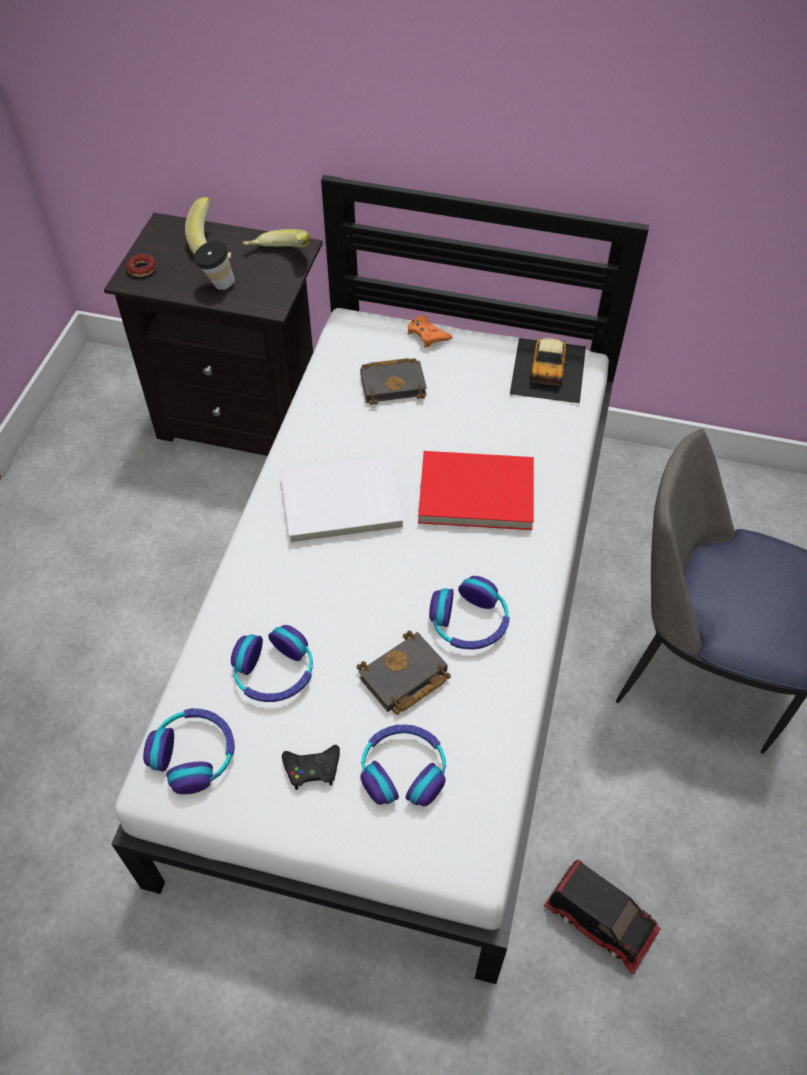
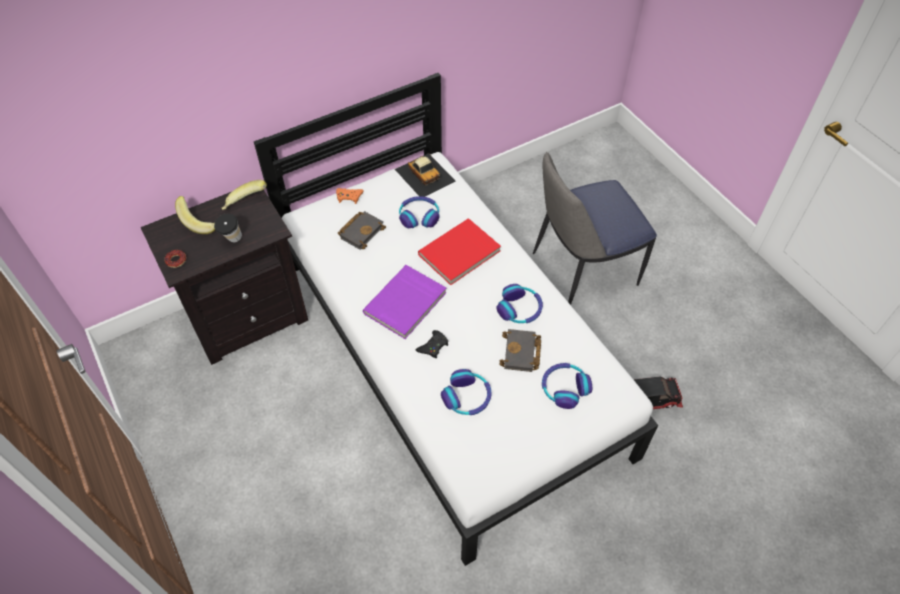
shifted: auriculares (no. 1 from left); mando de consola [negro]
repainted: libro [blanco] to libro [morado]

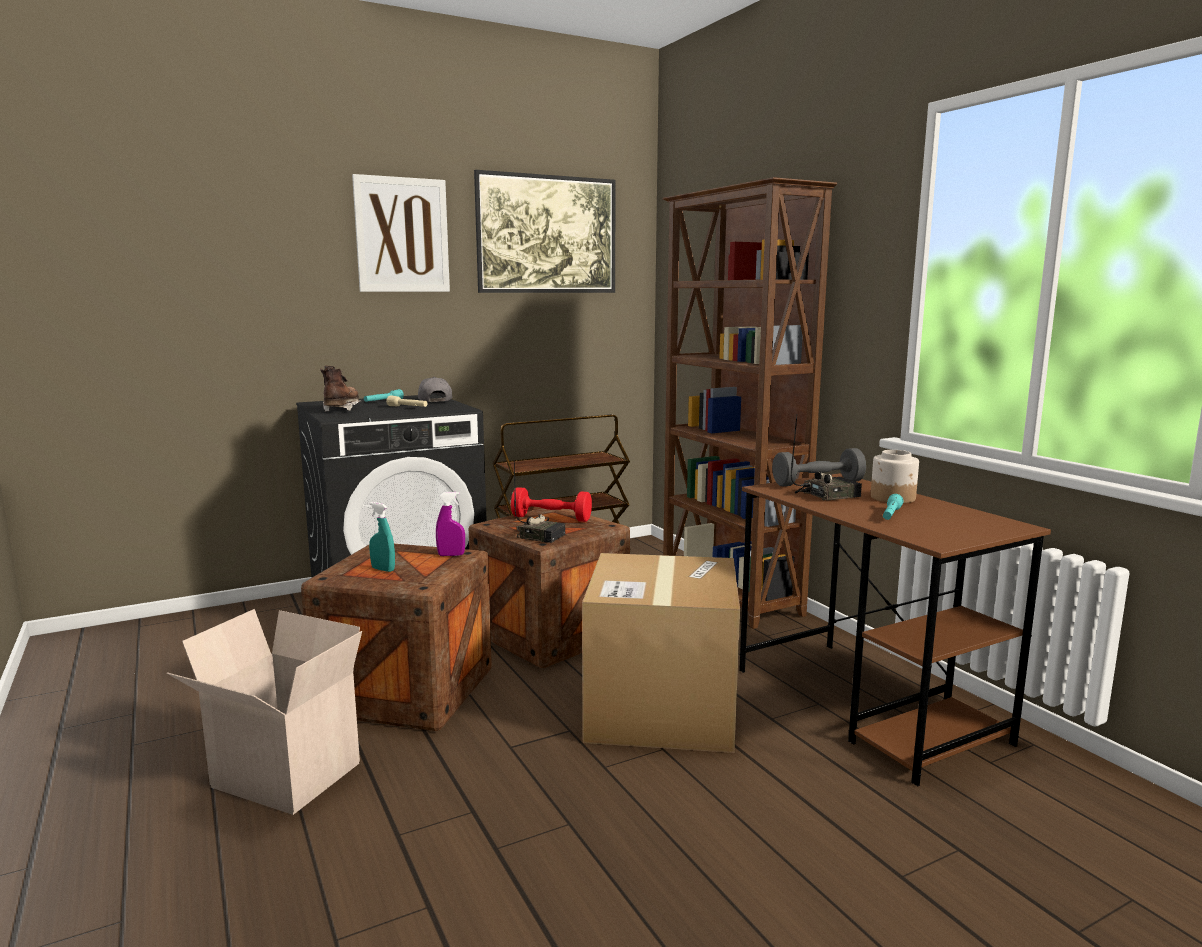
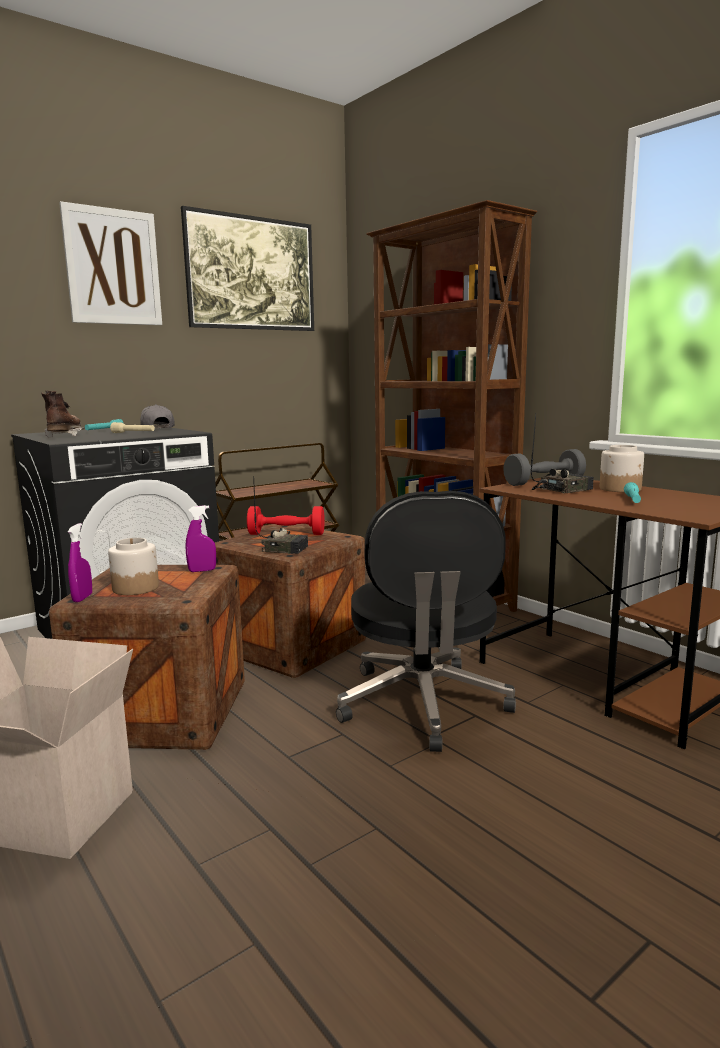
new: pulverizador [morado] (no. 1 from left)
swapped: pulverizador [turquesa] to tarro (no. 1 from left); caja de cartón (no. 2 from left) to silla de oficina [negro]

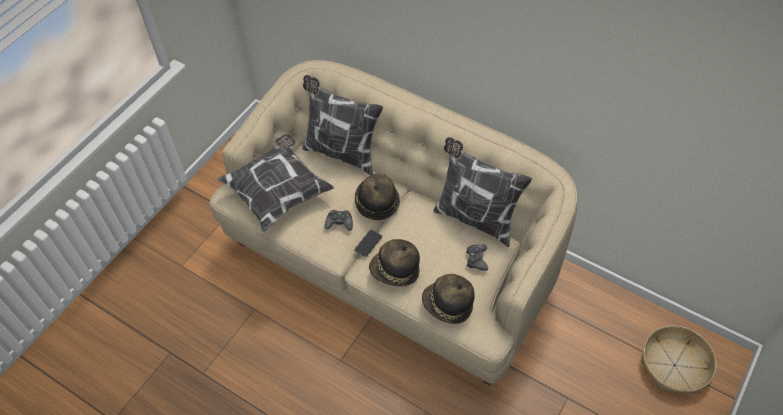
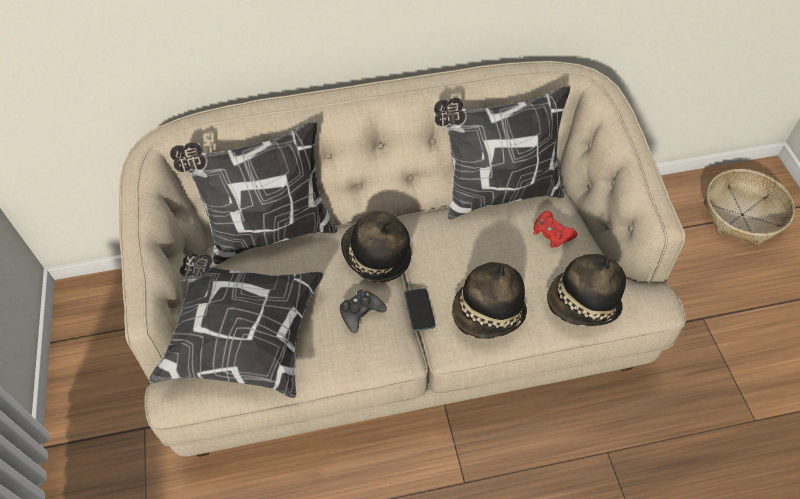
repainted: mando de consola [negro] (no. 2 from left) to mando de consola [rojo]

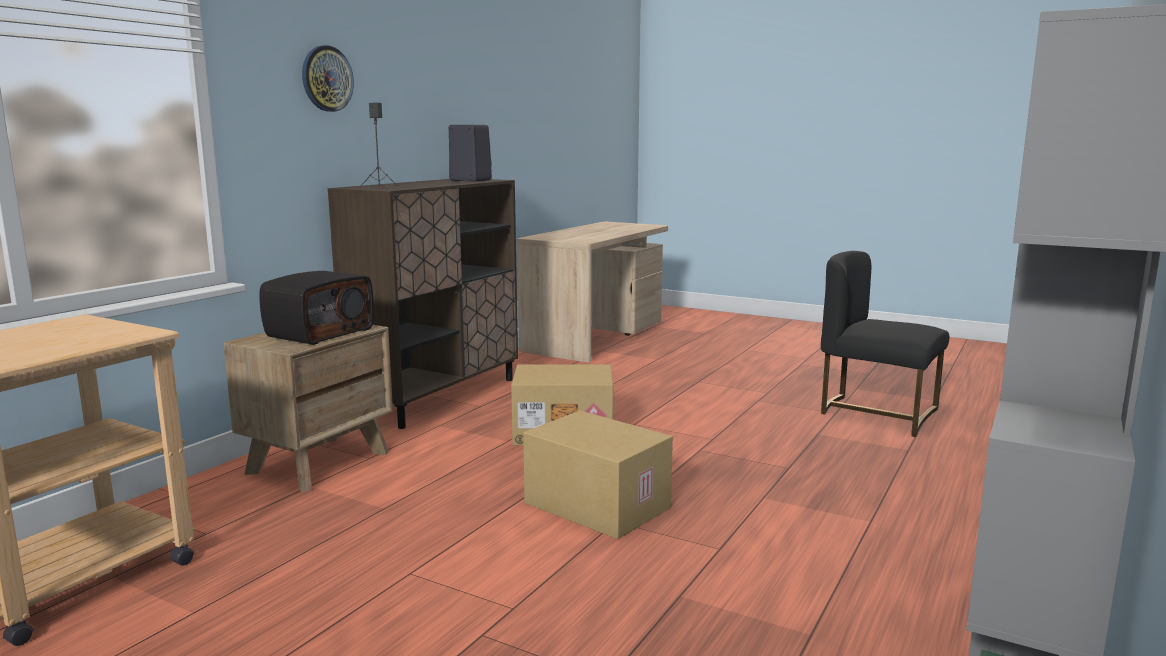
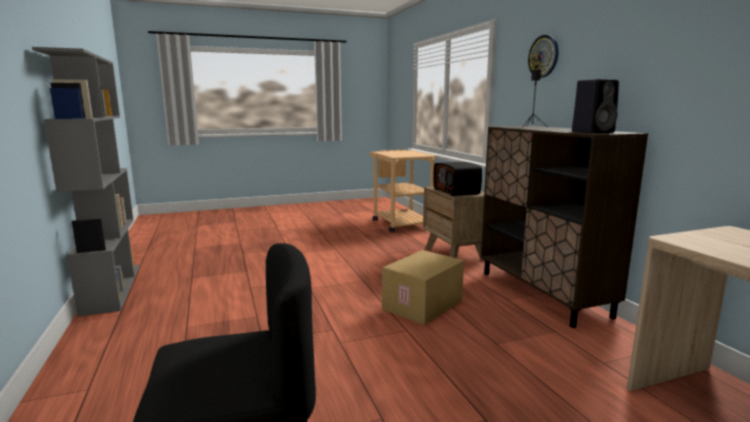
gone: caja de cartón (no. 2 from left)

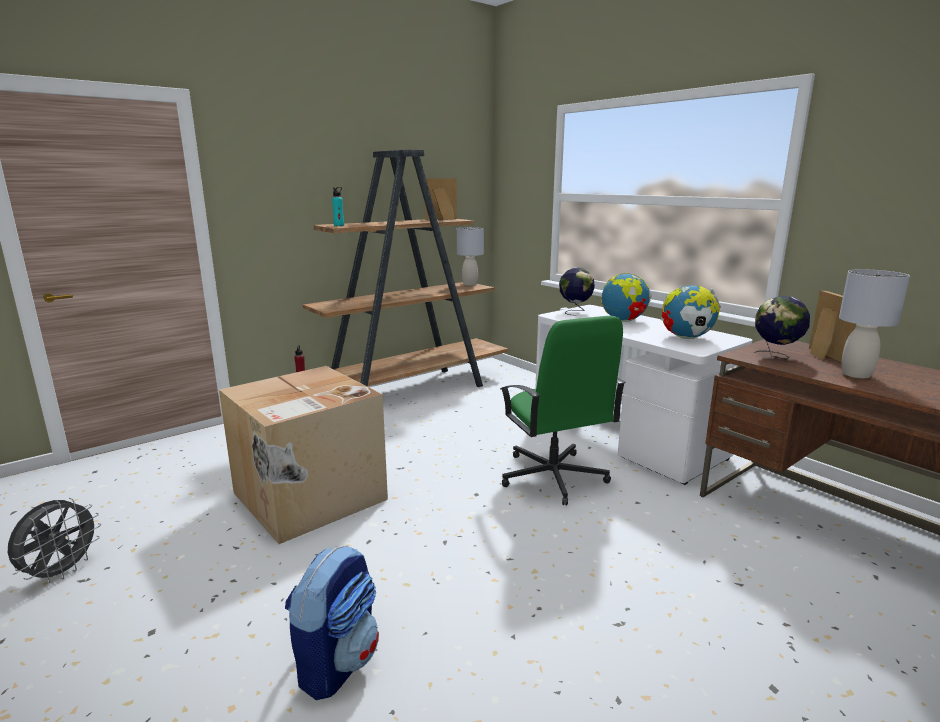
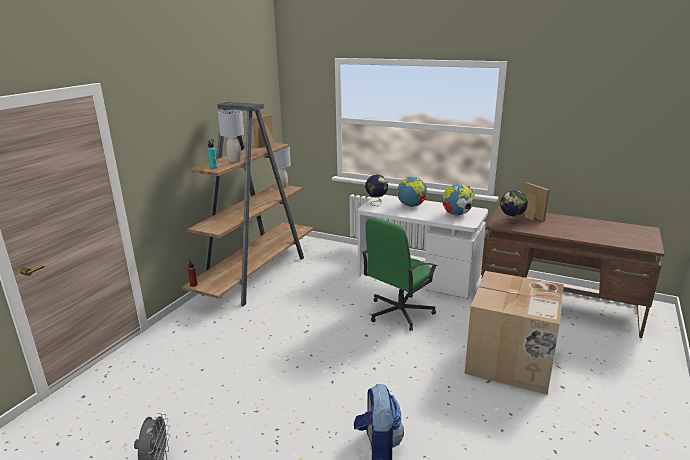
shifted: lámpara de mesa [gris] (no. 2 from left in the first image) to lámpara de mesa [gris] (no. 1 from left); caja de cartón
rotated: silla de oficina [verde] 90 degrees clockwise

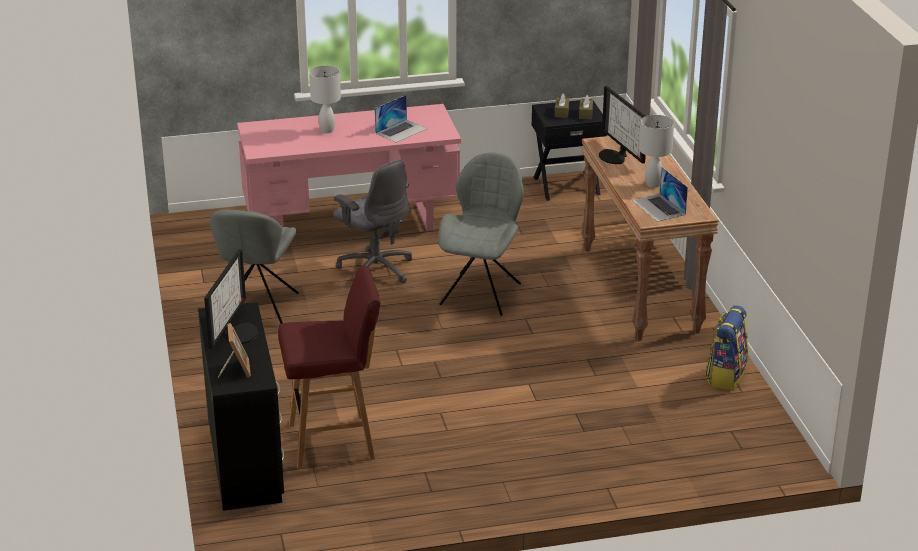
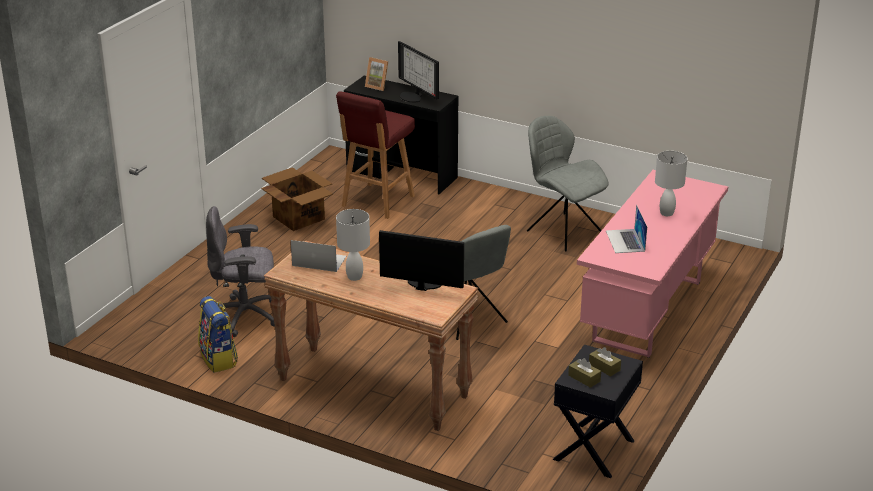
new: caja de cartón
shifted: silla de oficina [gris]

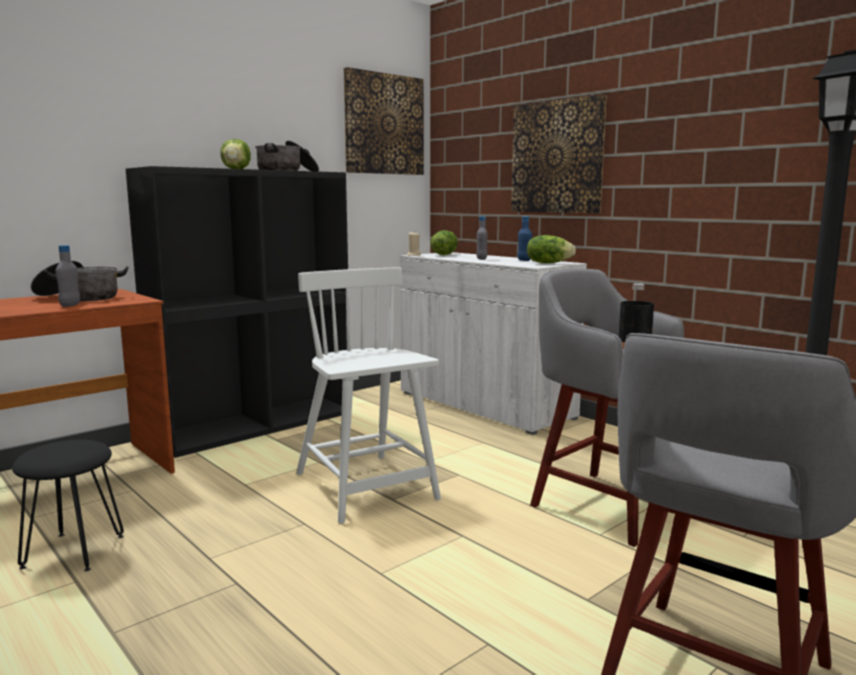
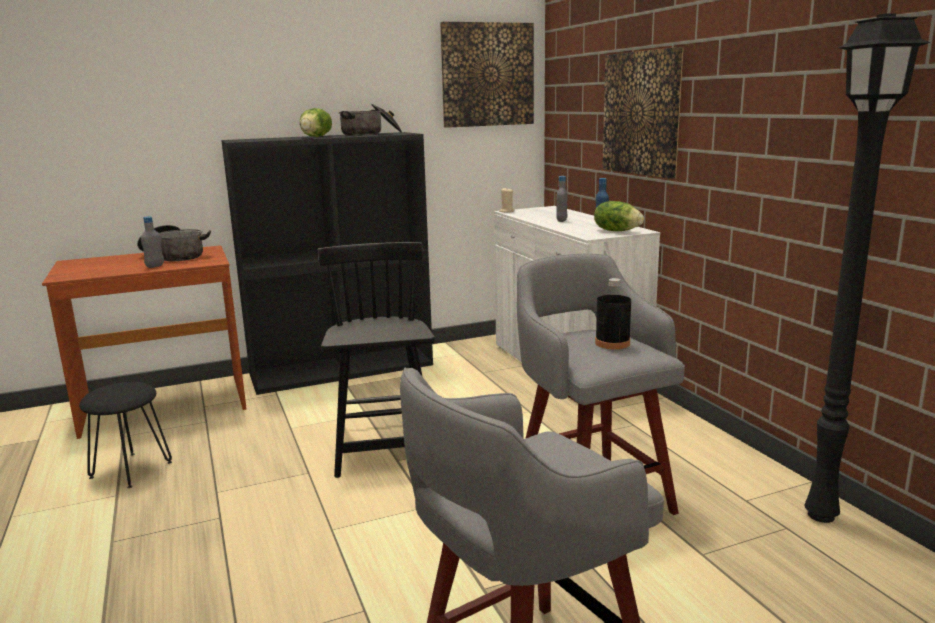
gone: lechuga (no. 2 from left)
repainted: silla [blanco] to silla [negro]

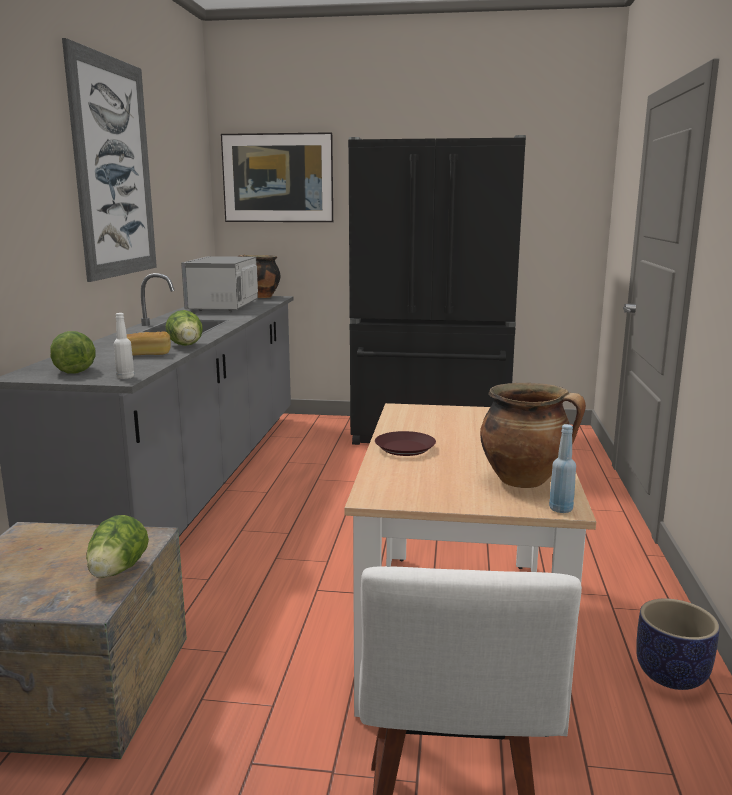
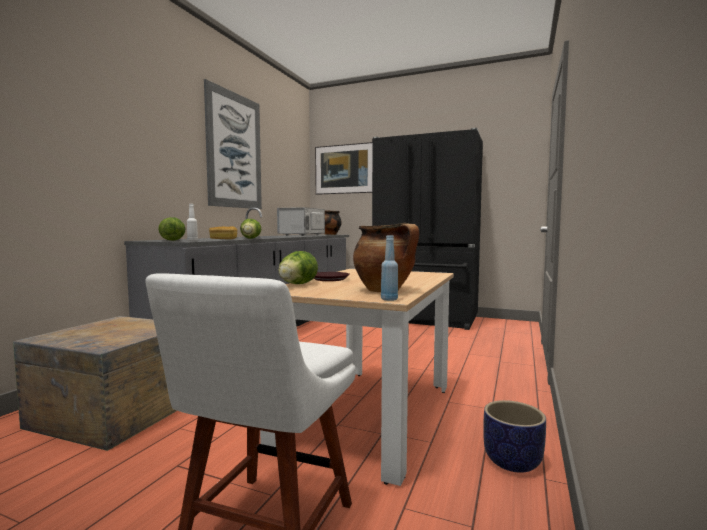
shifted: lechuga (no. 2 from left in the first image) to lechuga (no. 3 from left)

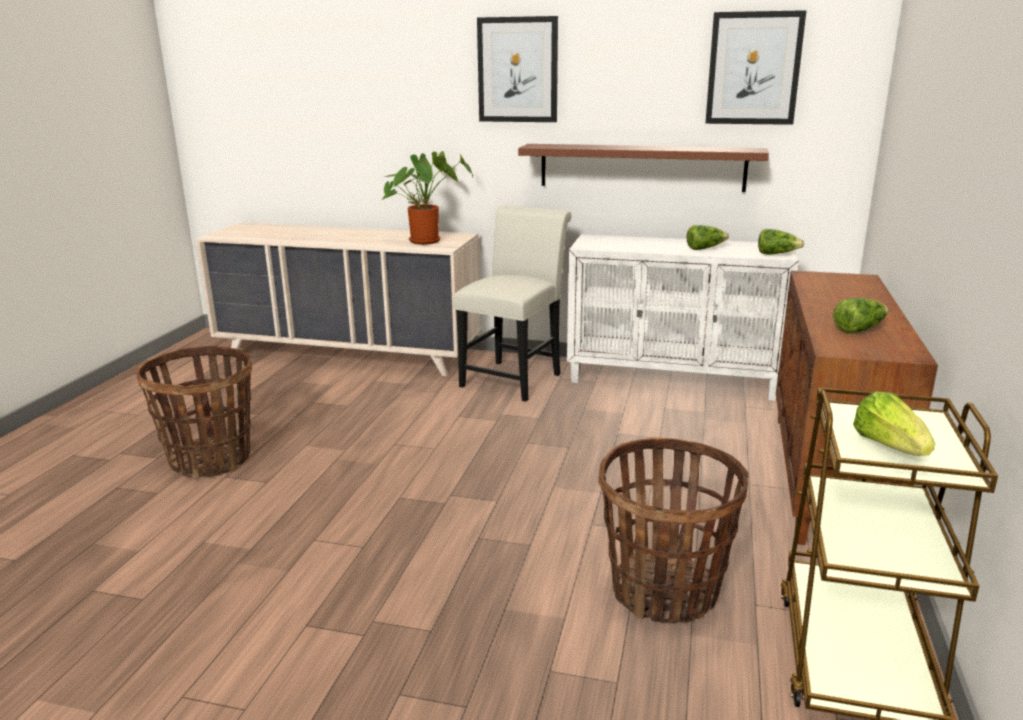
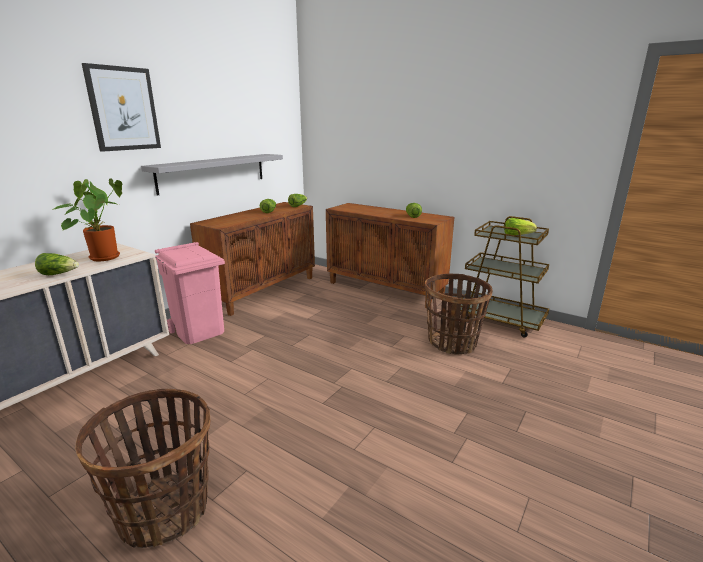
gone: cuadro (no. 2 from left)
new: lechuga (no. 1 from left)
swapped: silla [blanco] to papelera [rosa]
repainted: estante [marrón] to estante [gris]; armario [blanco] to armario [marrón] (no. 1 from left)

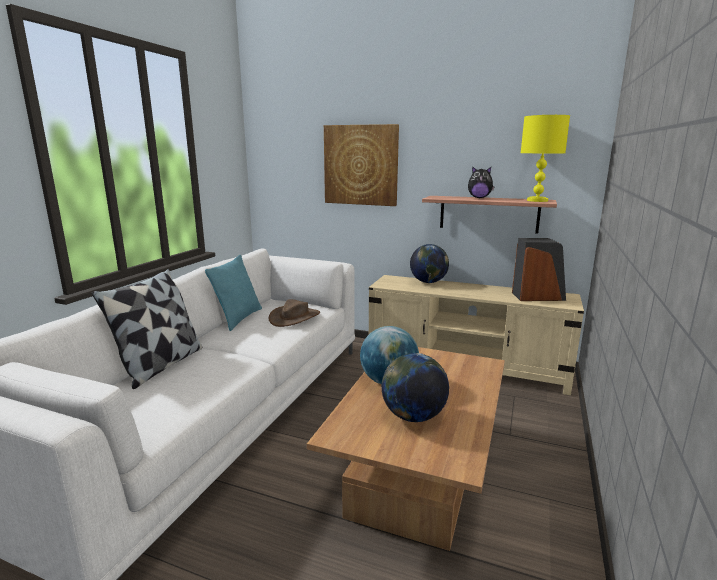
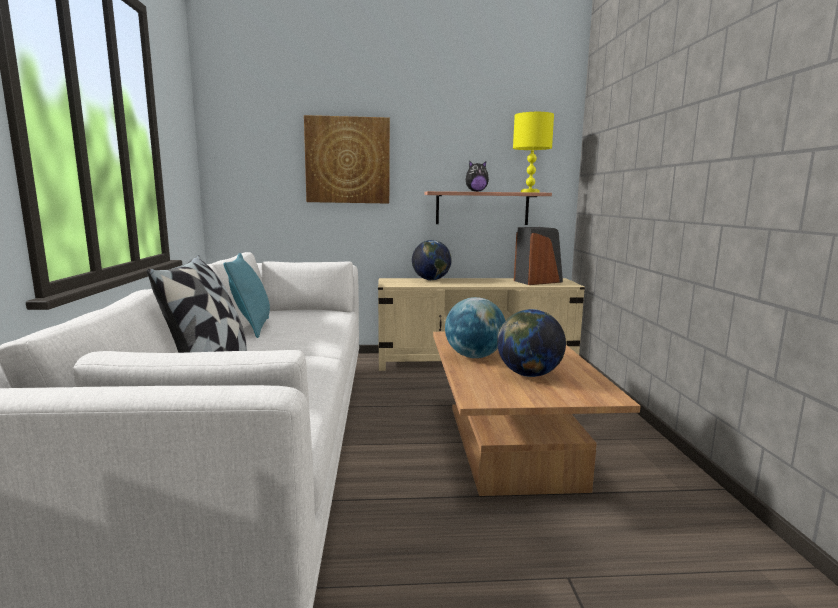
gone: sombrero [marrón]

